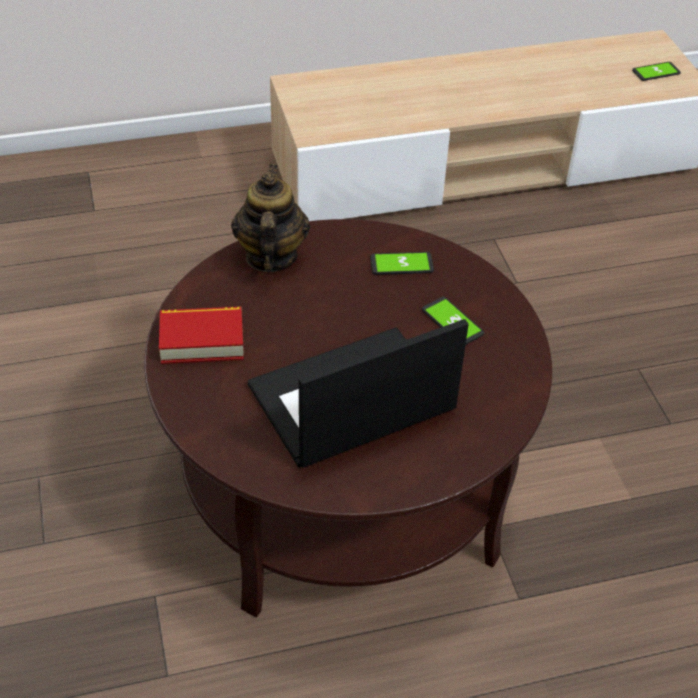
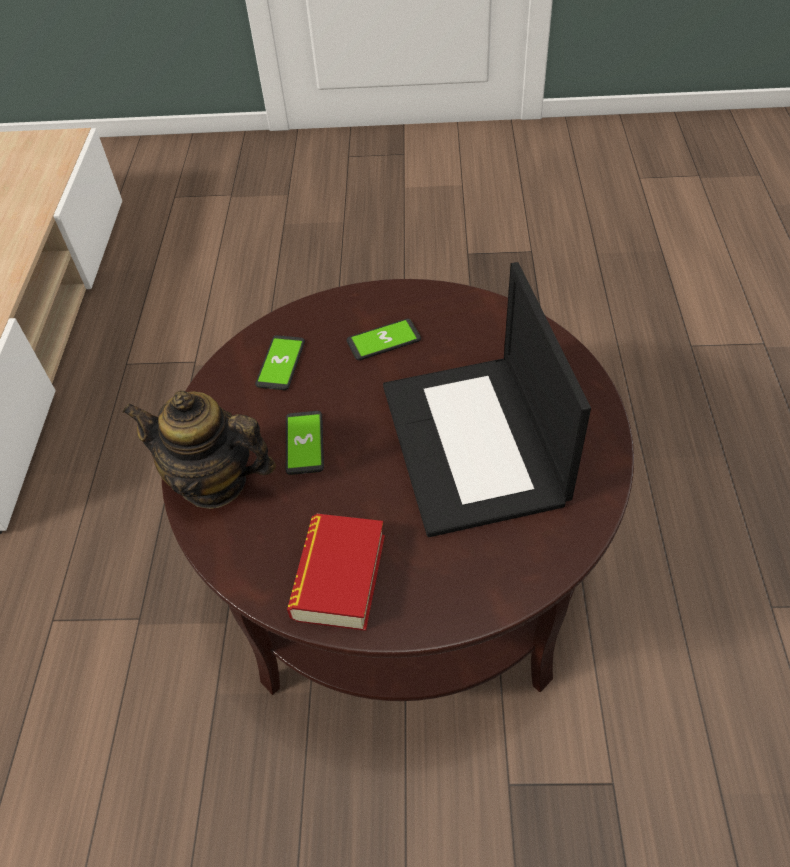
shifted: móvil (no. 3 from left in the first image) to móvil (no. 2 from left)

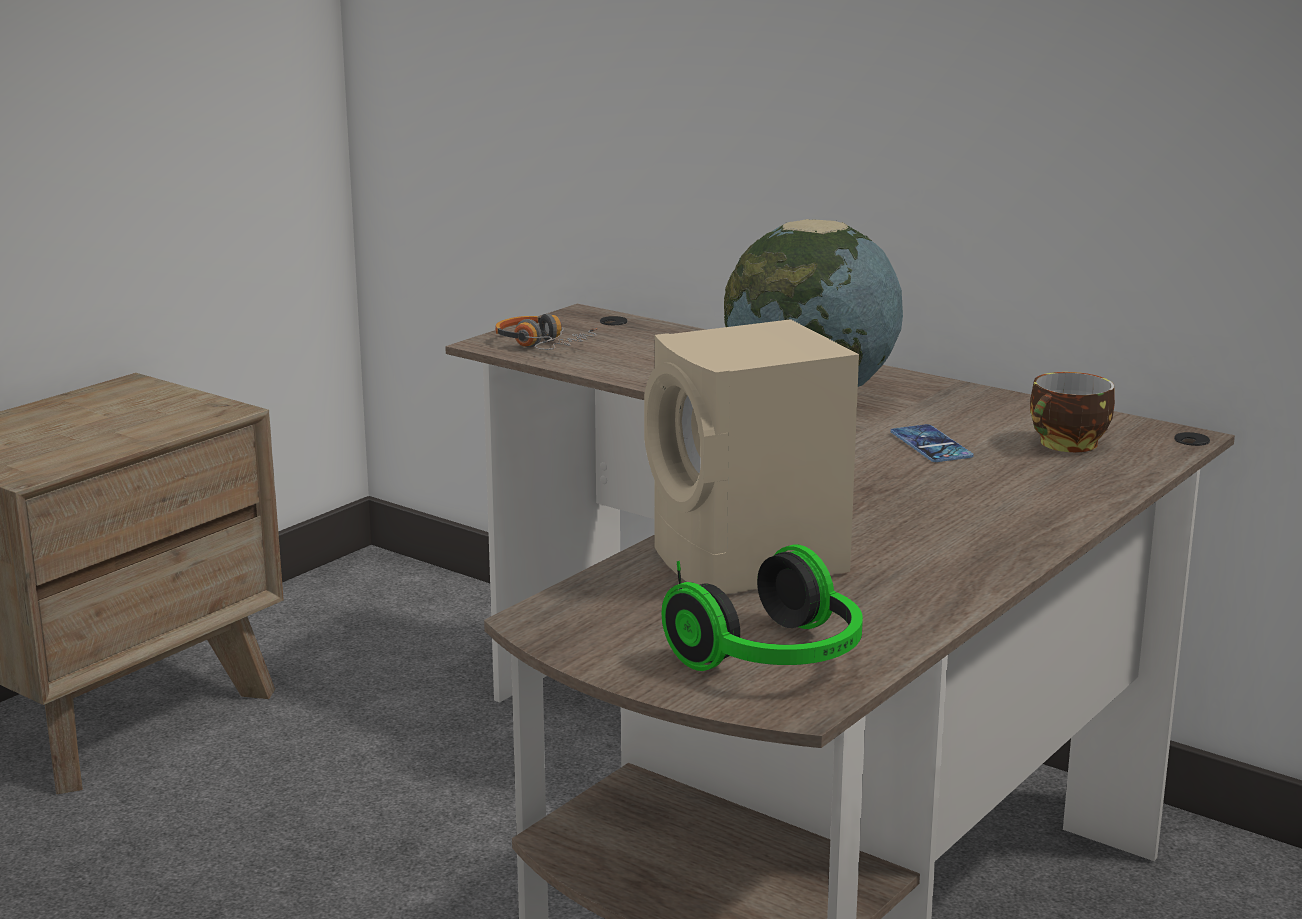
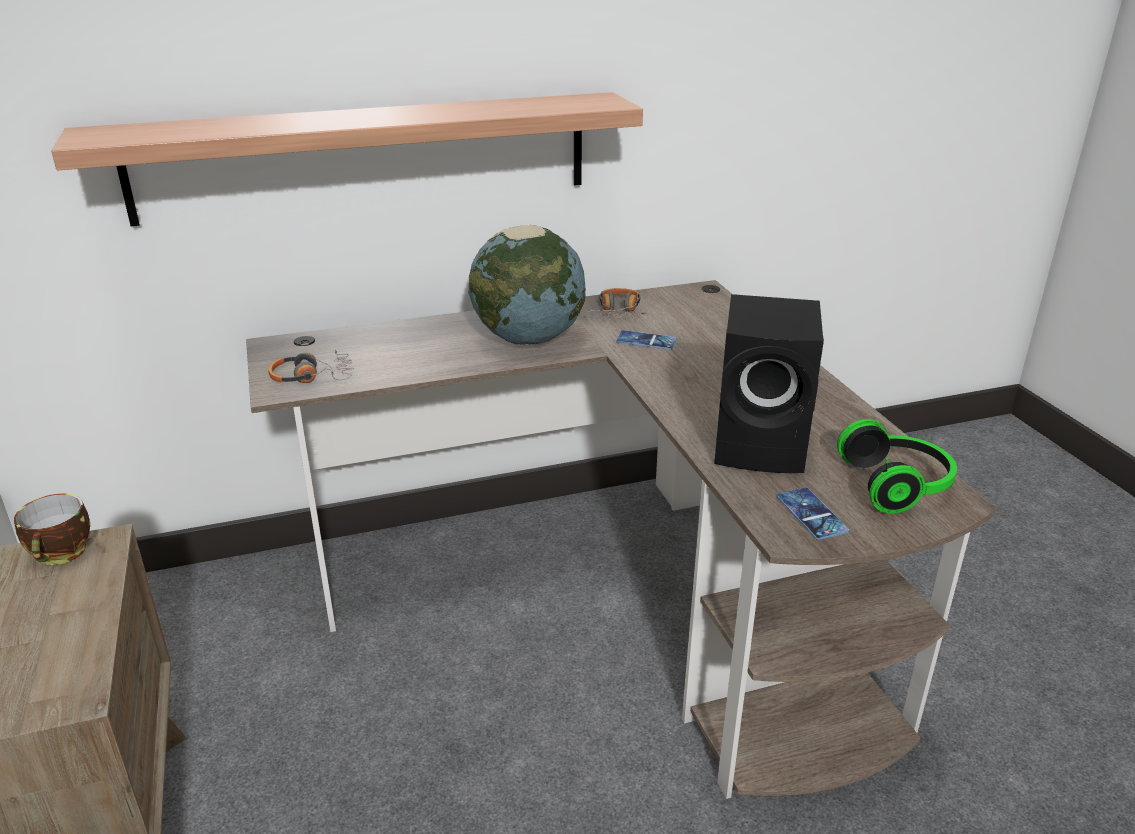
new: estante; auriculares (no. 2 from left); móvil (no. 2 from left)
shifted: taza
repainted: altavoz [beis] to altavoz [negro]

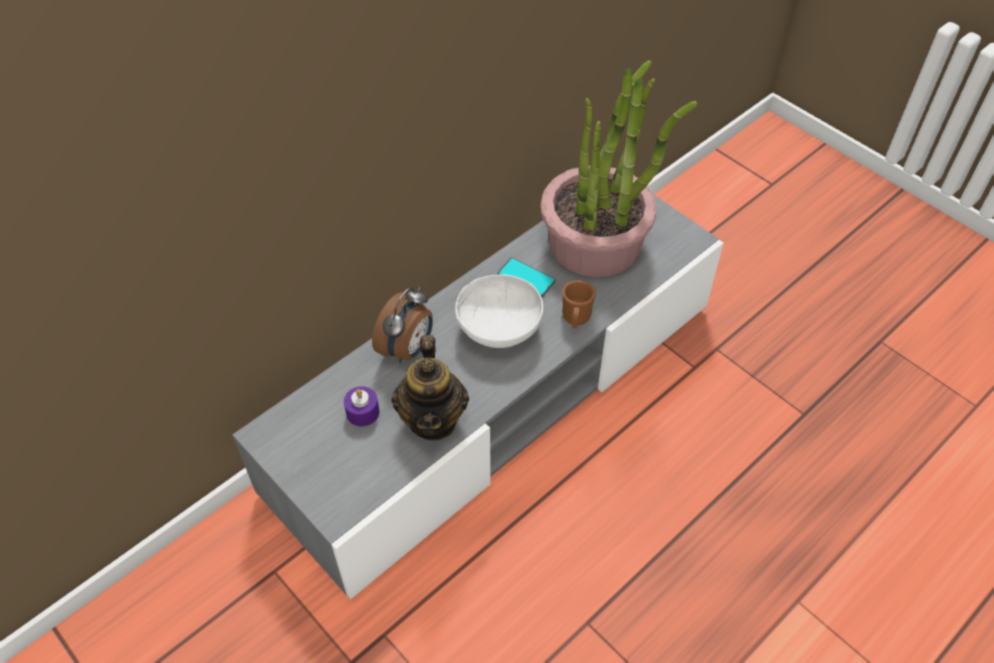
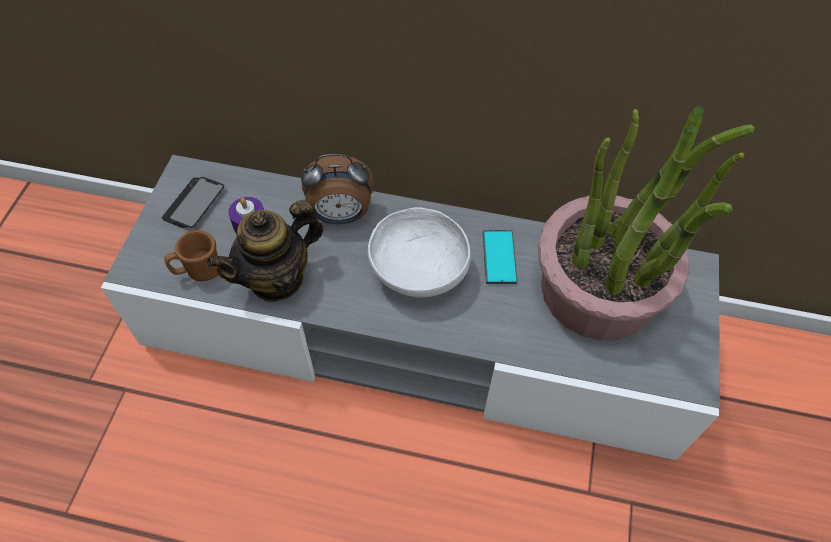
new: móvil (no. 1 from left)
shifted: taza grande [marrón]

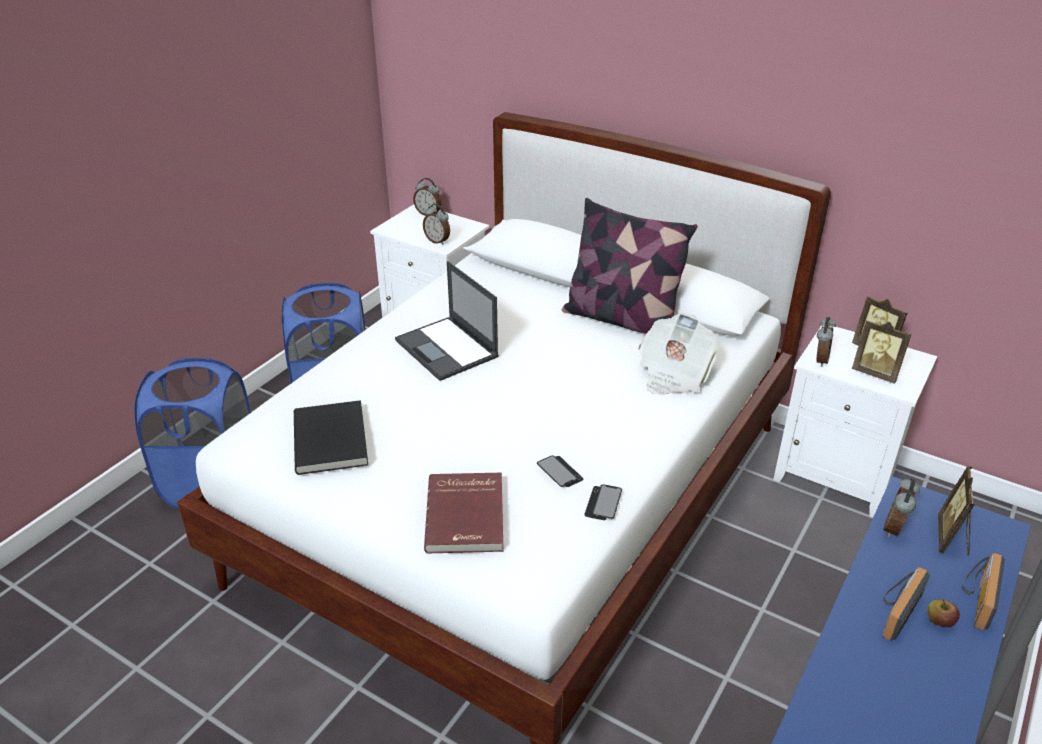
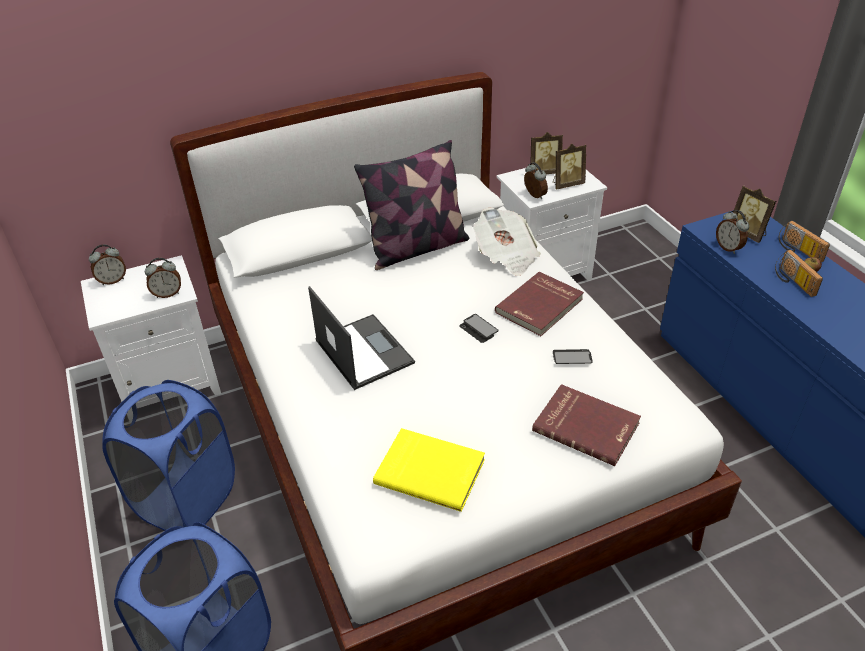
new: libro [rojo] (no. 1 from left)
shifted: móvil (no. 2 from left in the first image) to móvil (no. 1 from left)
repainted: libro [negro] to libro [amarillo]
rotated: portátil 120 degrees counterclockwise

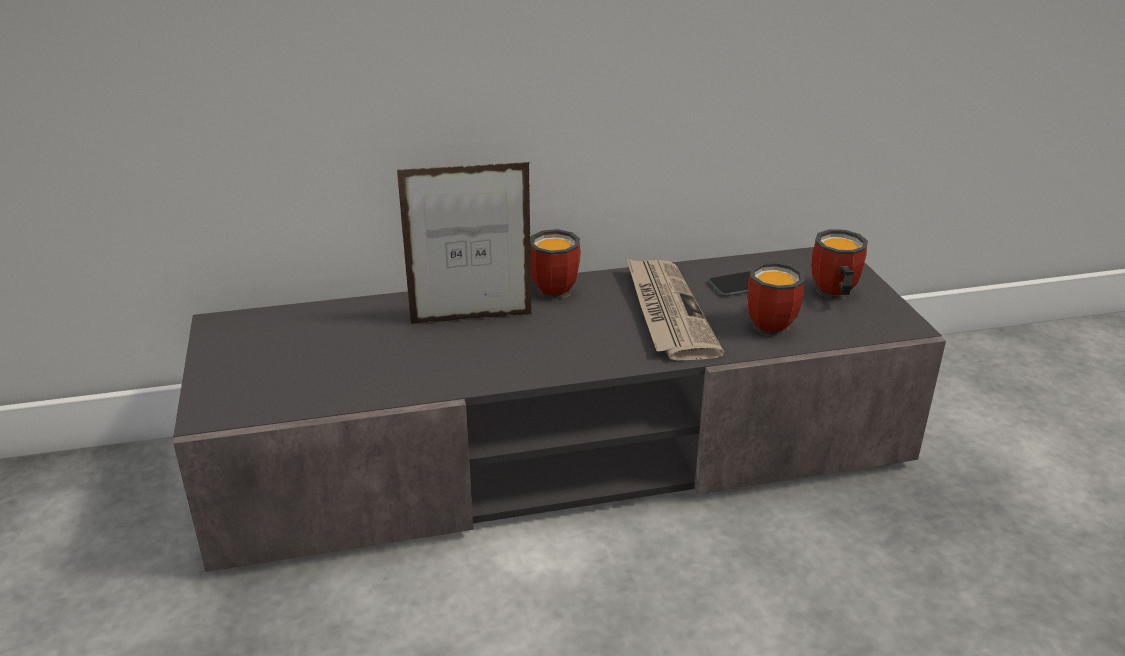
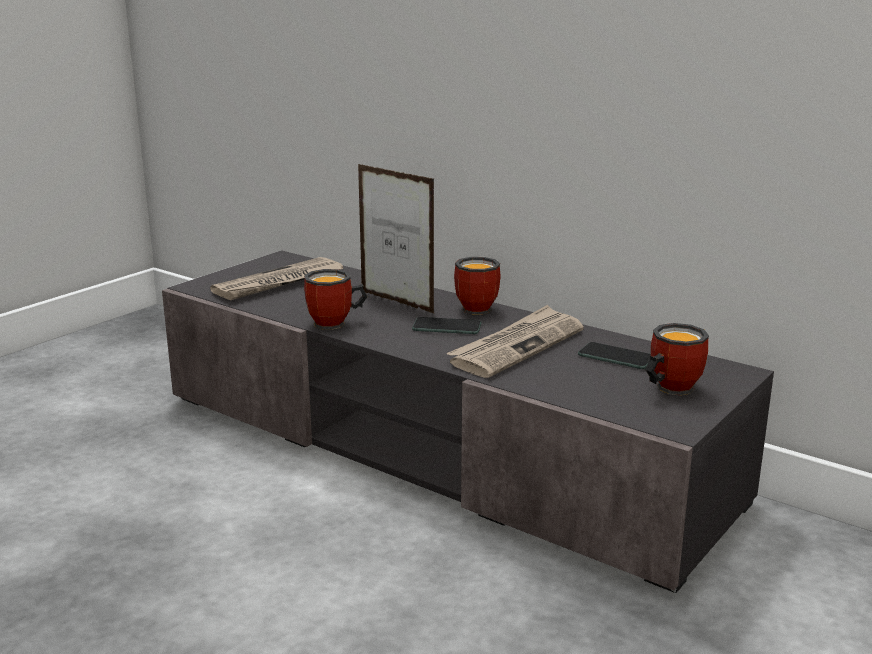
new: periódico (no. 1 from left); móvil (no. 1 from left)
shifted: taza grande (no. 2 from left in the first image) to taza grande (no. 1 from left)

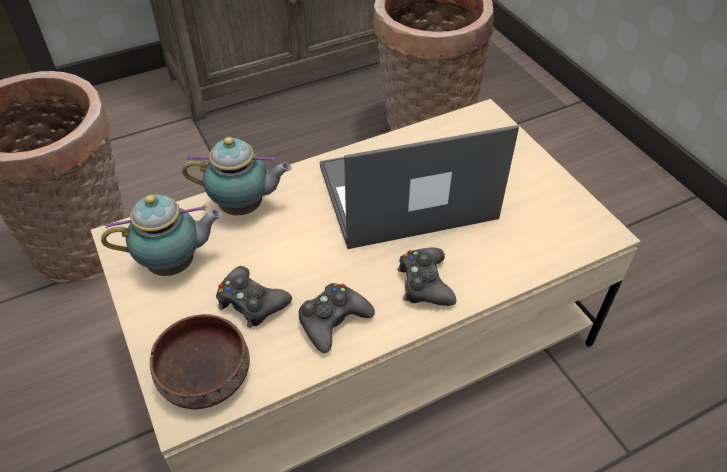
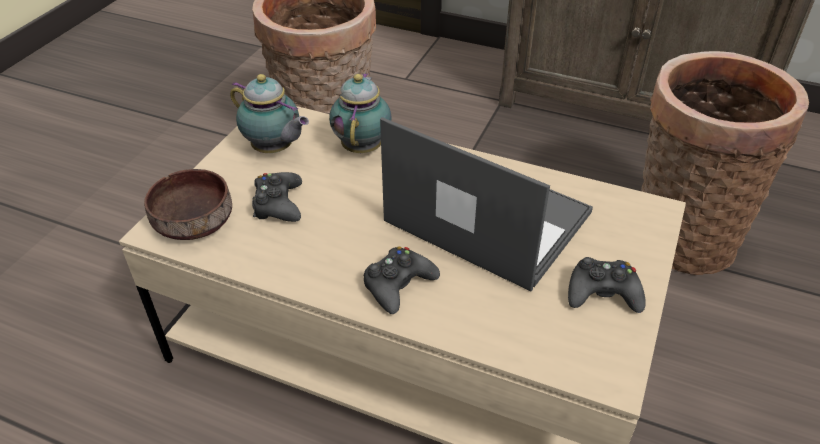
shifted: mando de consola [negro] (no. 2 from left in the first image) to mando de consola [negro] (no. 3 from left)
rotated: tetera (no. 2 from left) 135 degrees counterclockwise

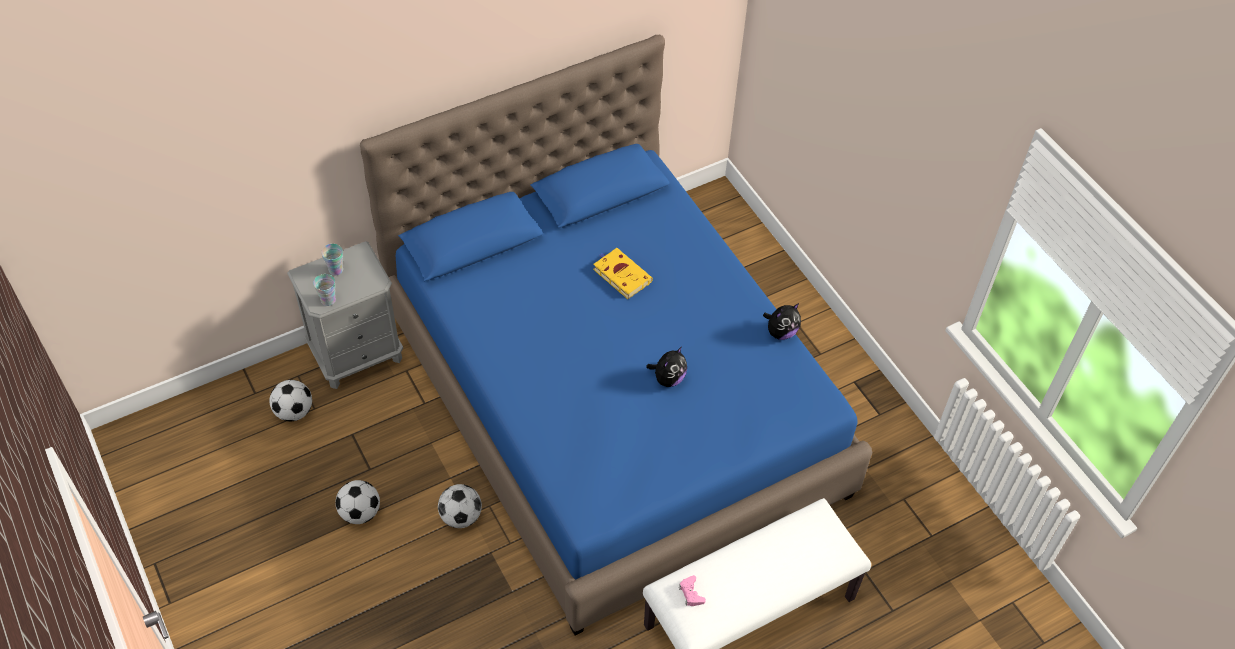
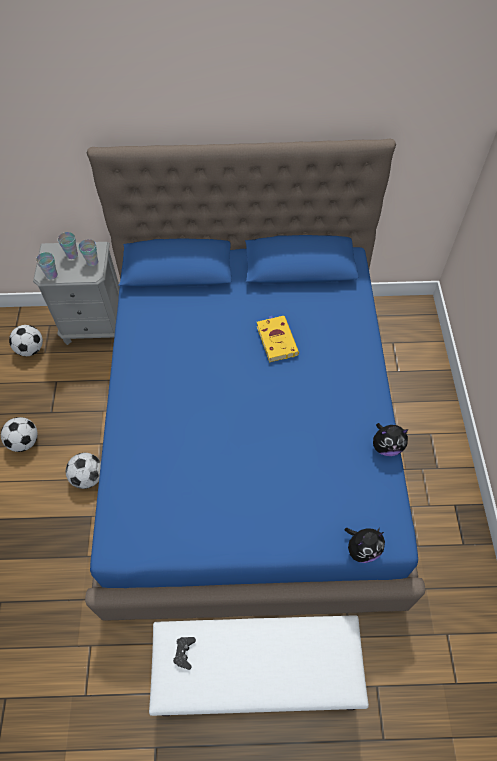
new: taza (no. 3 from left)
shifted: peluche (no. 1 from left)
repainted: mando de consola [rosa] to mando de consola [negro]

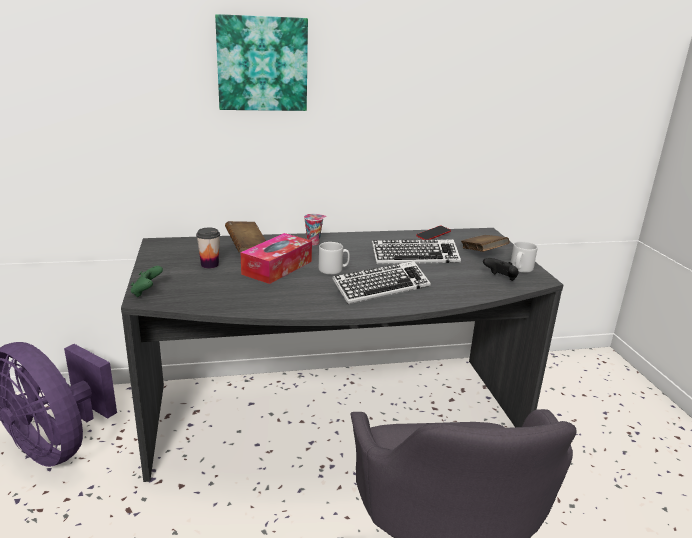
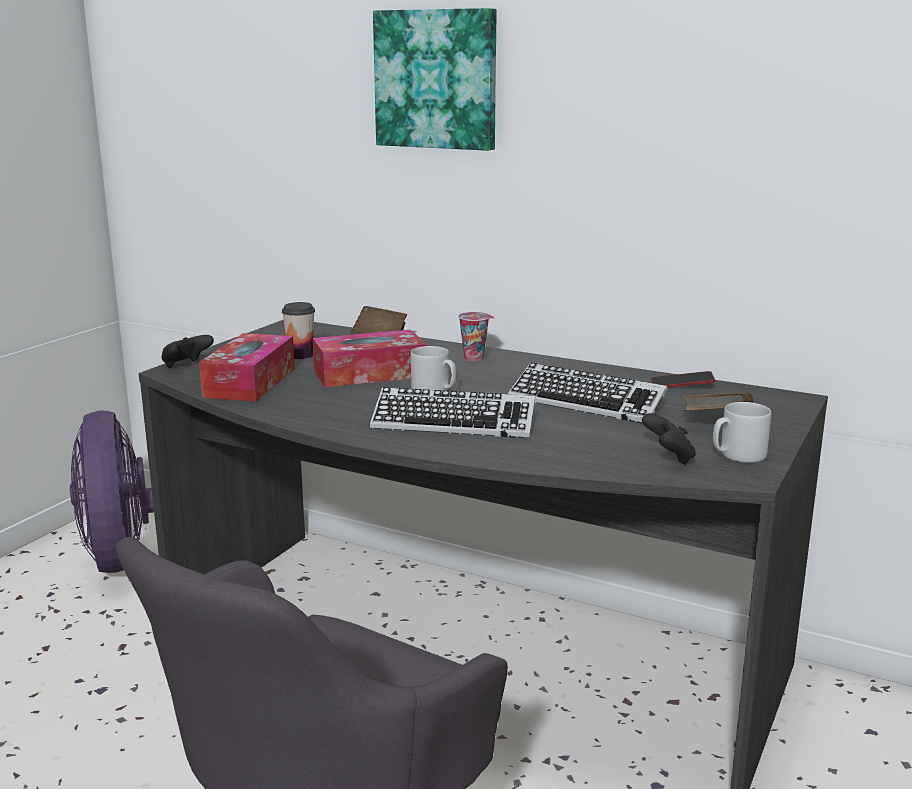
new: caja de pañuelos (no. 1 from left)
repainted: mando de consola [verde] to mando de consola [negro] (no. 1 from left)

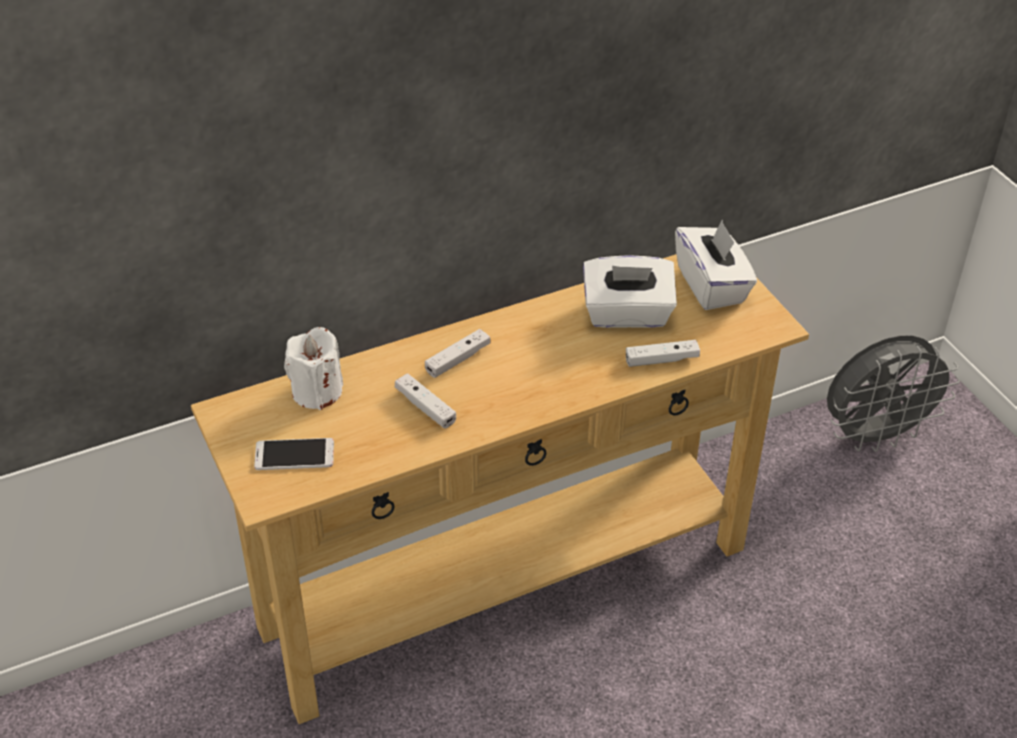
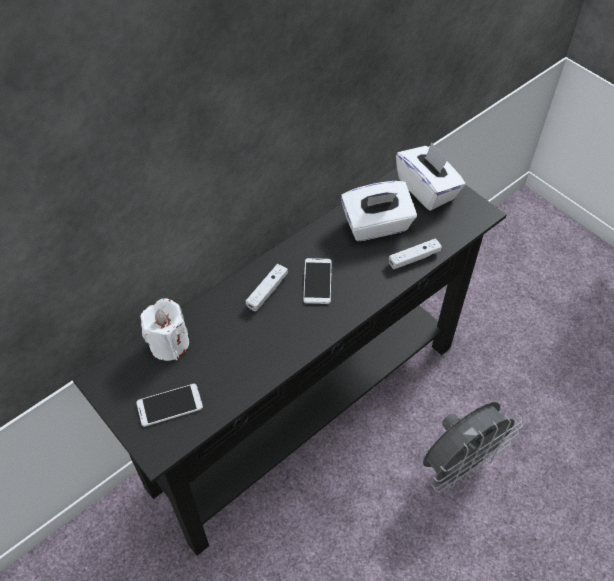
gone: mando de consola [blanco] (no. 1 from left)
new: móvil (no. 2 from left)
shifted: ventilador [gris]
repainted: mesa consola [beis] to mesa consola [negro]

